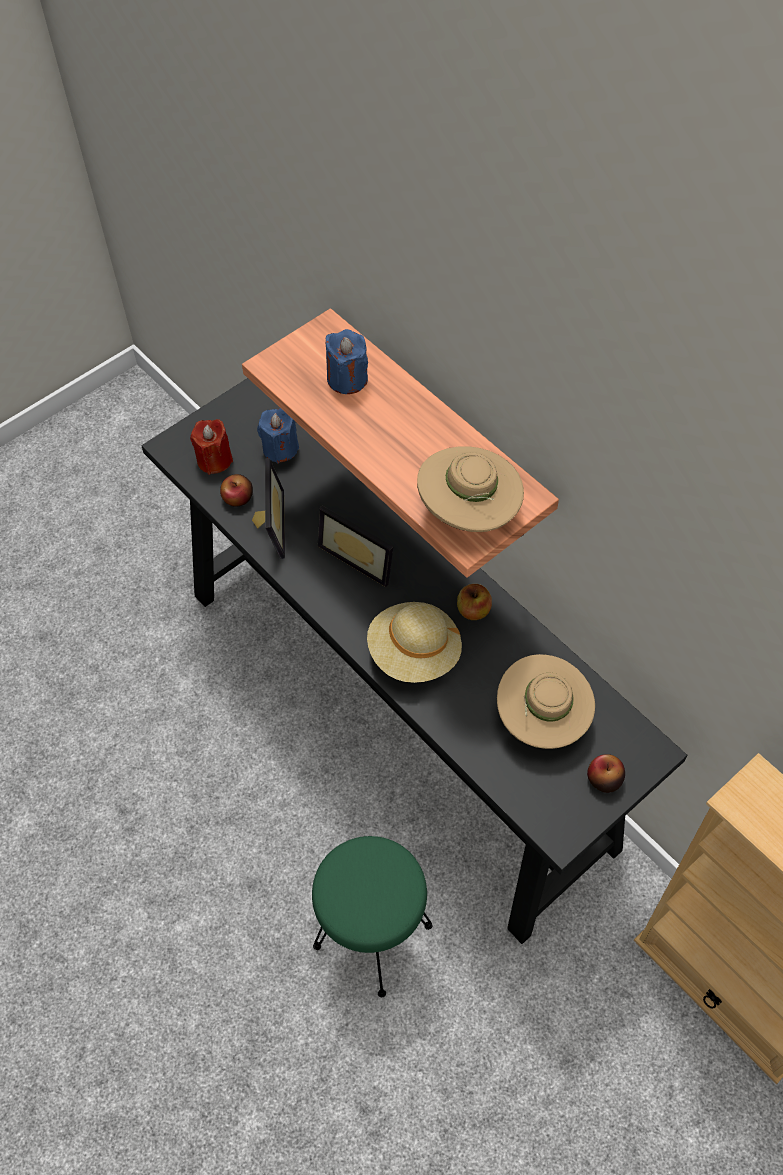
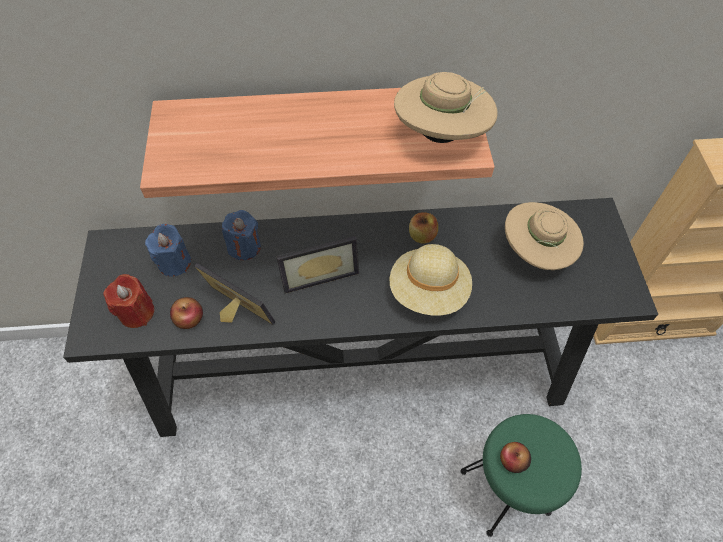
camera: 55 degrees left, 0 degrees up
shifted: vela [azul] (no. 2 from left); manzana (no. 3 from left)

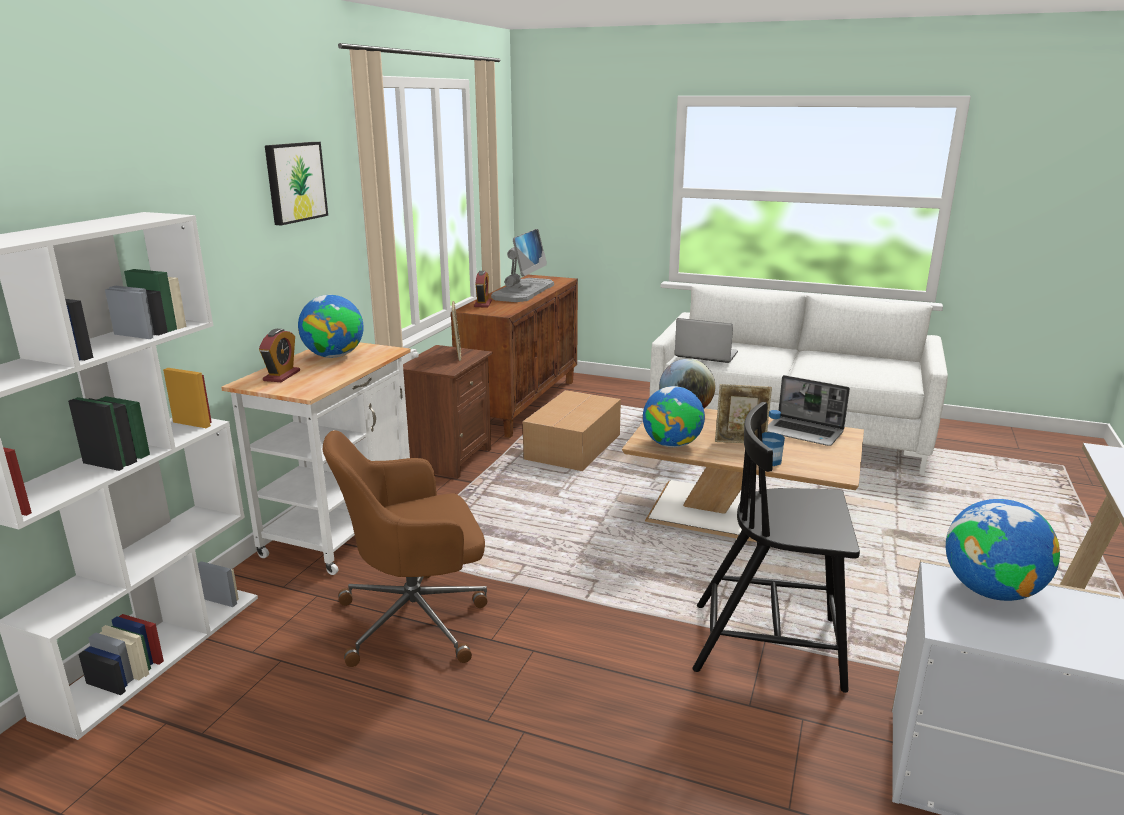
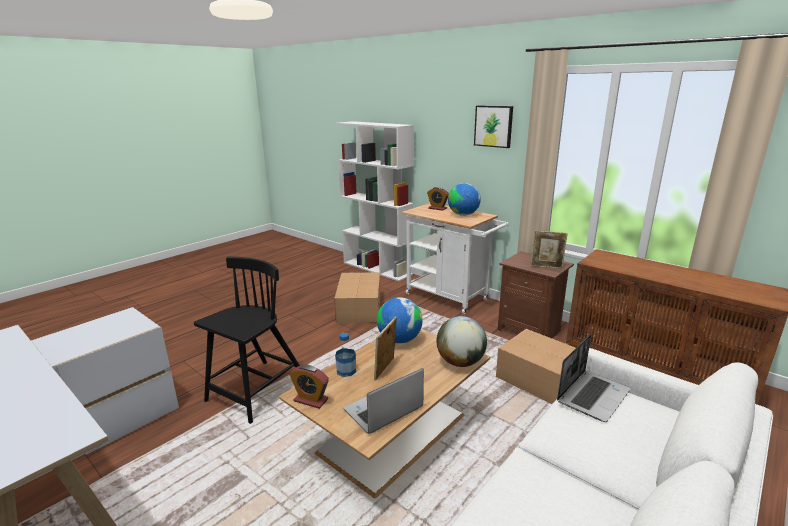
camera: 110 degrees right, 0 degrees up
gone: monitor; globo terráqueo (no. 4 from left)
shifted: despertador (no. 2 from left in the first image) to despertador (no. 1 from left)
swapped: silla de oficina [marrón] to caja de cartón (no. 1 from left)

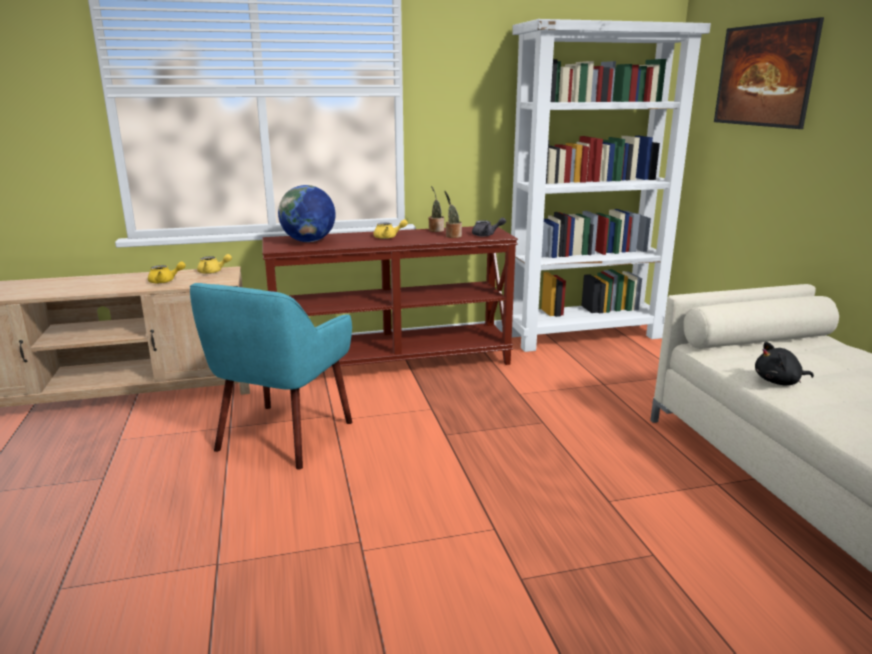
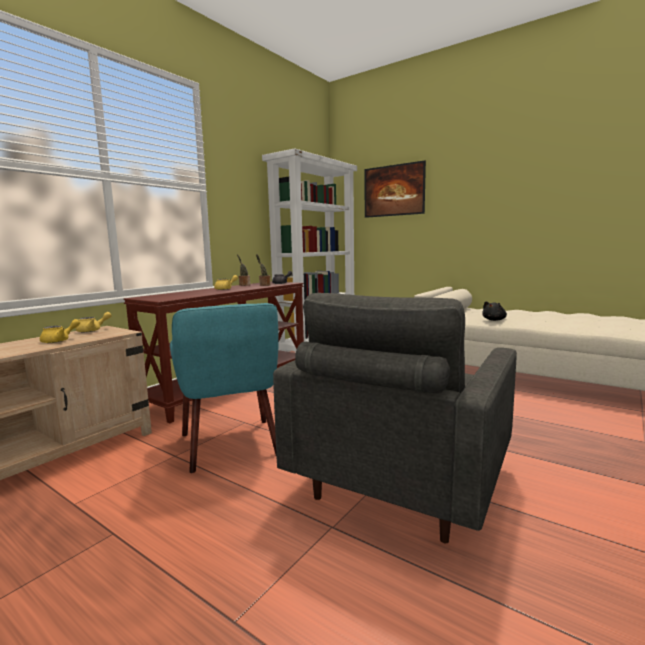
camera: 40 degrees left, 10 degrees down
gone: globo terráqueo
new: sillón [gris]

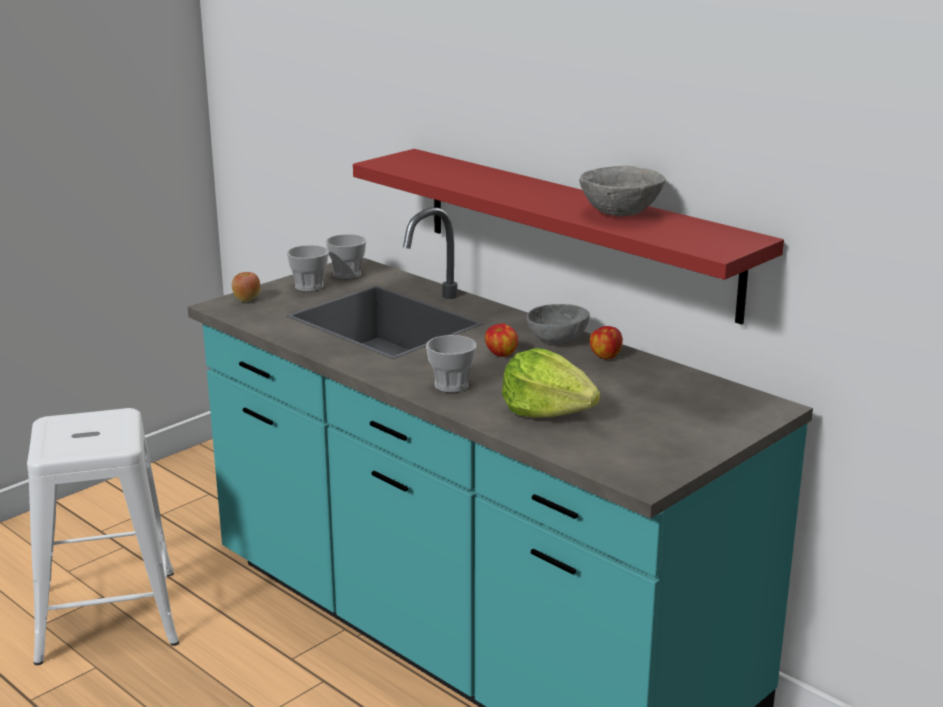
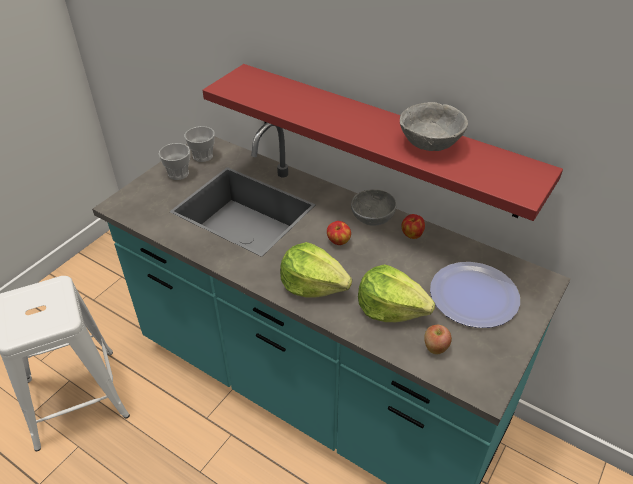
camera: 10 degrees left, 20 degrees up
new: plato
shifted: manzana (no. 1 from left in the first image) to manzana (no. 3 from left)
swapped: taza (no. 3 from left) to lechuga (no. 1 from left)

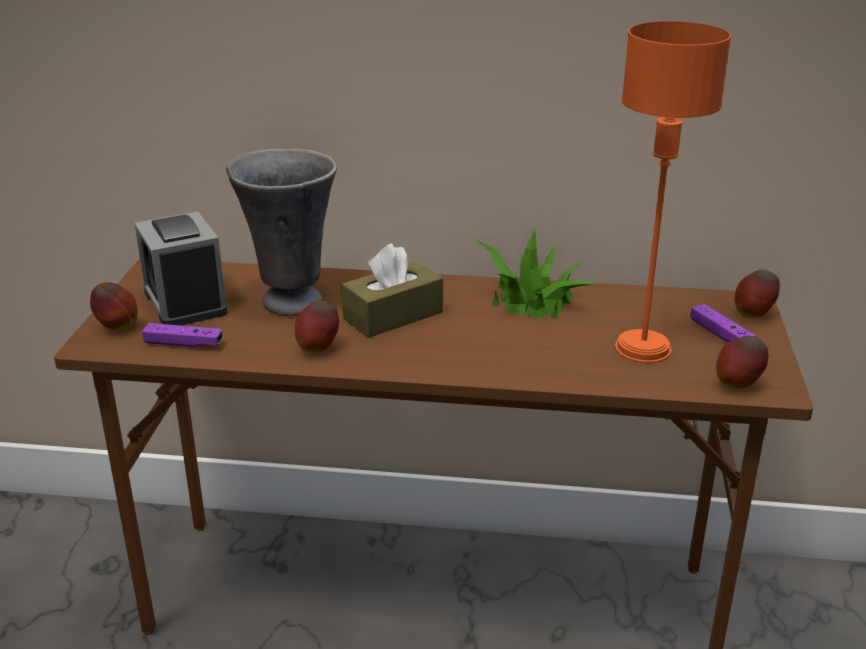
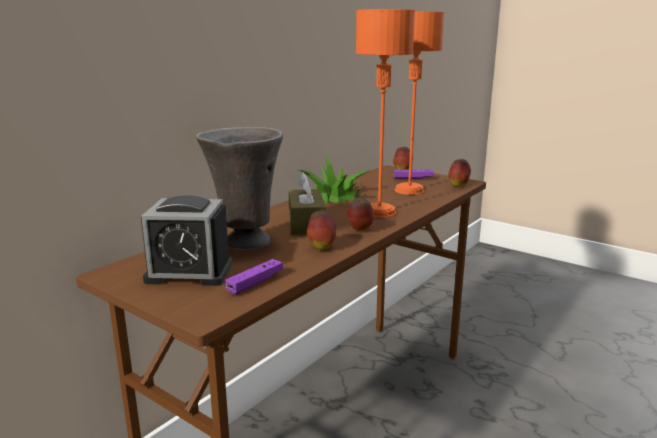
camera: 60 degrees left, 10 degrees down
new: lámpara de mesa [naranja] (no. 1 from left)
shifted: manzana (no. 1 from left in the first image) to manzana (no. 2 from left)

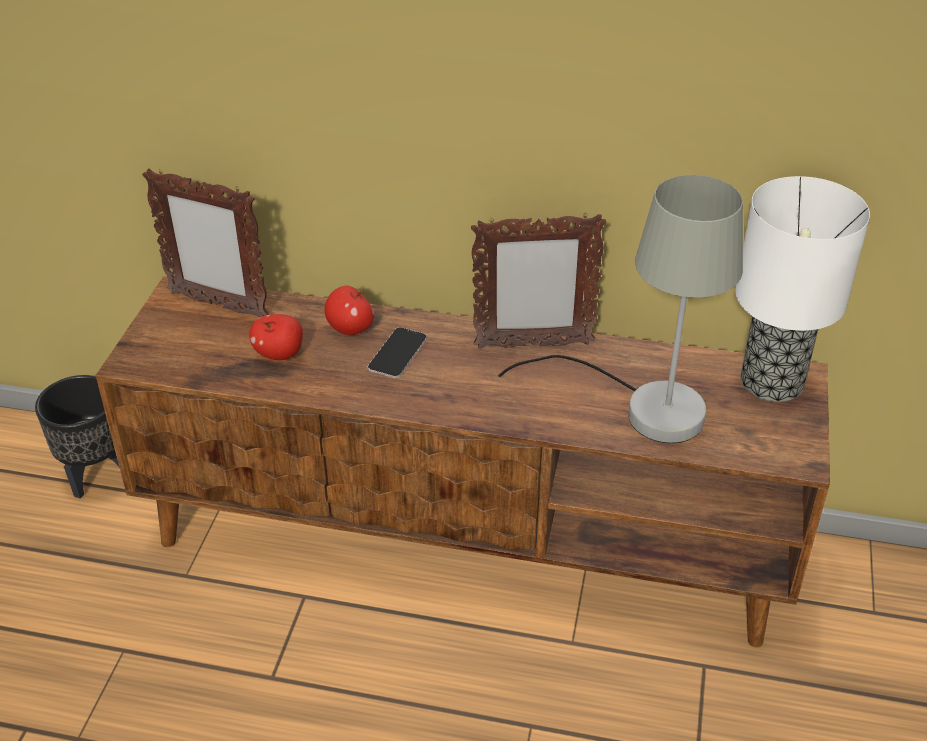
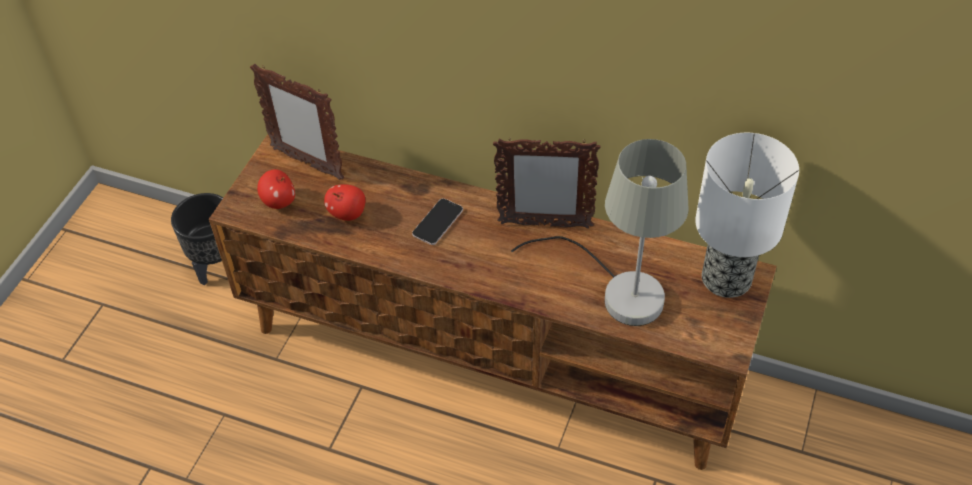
camera: 10 degrees right, 10 degrees up
shifted: manzana (no. 2 from left in the first image) to manzana (no. 1 from left)

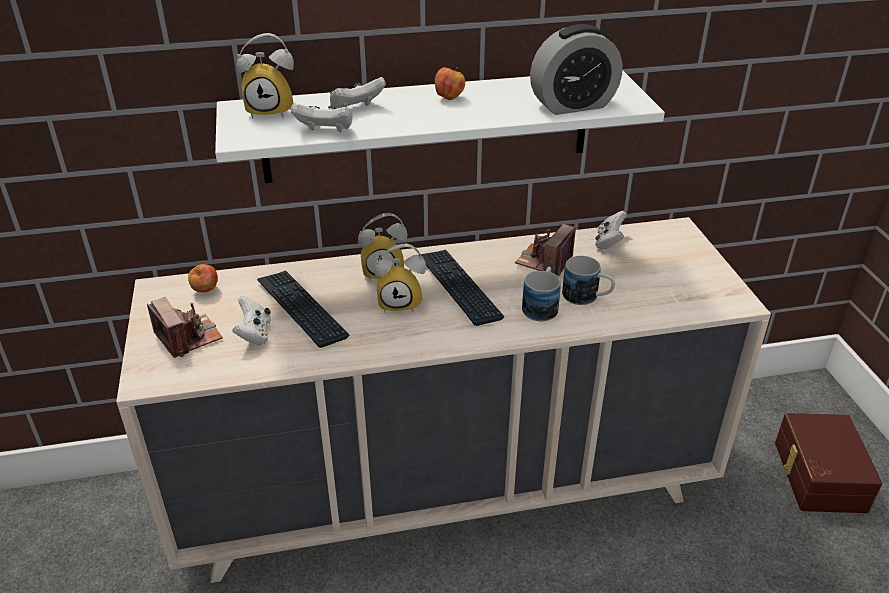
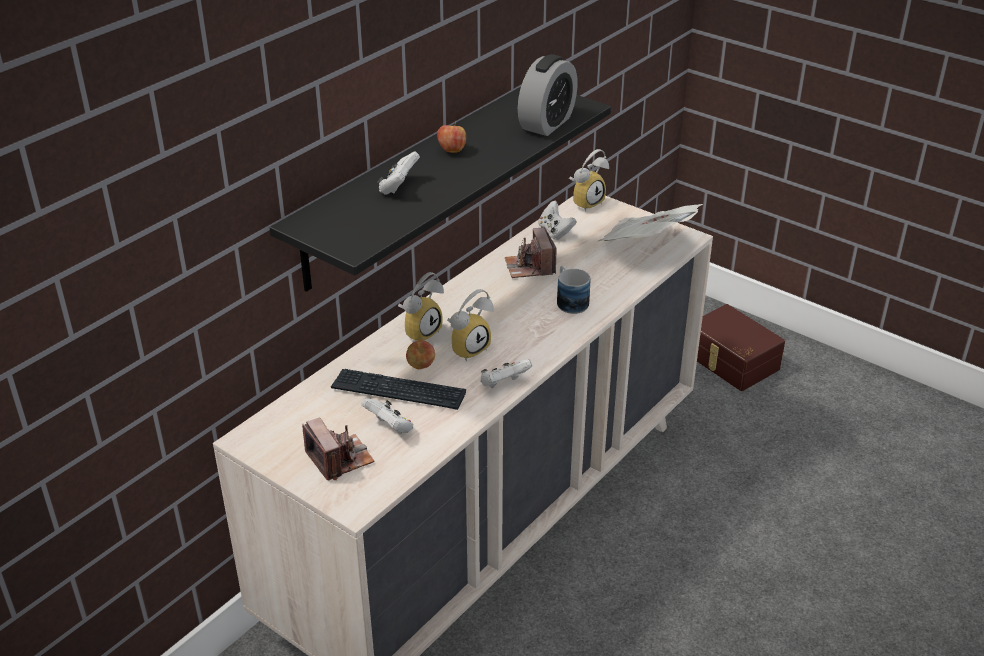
camera: 40 degrees left, 0 degrees up
gone: teclado (no. 2 from left); taza grande (no. 2 from left)
new: periódico
shifted: manzana (no. 1 from left); despertador (no. 1 from left in the first image) to despertador (no. 4 from left); mando de consola [blanco] (no. 2 from left in the first image) to mando de consola [blanco] (no. 3 from left)
repainted: estante [blanco] to estante [negro]
rotated: cámara (no. 1 from left) 45 degrees clockwise

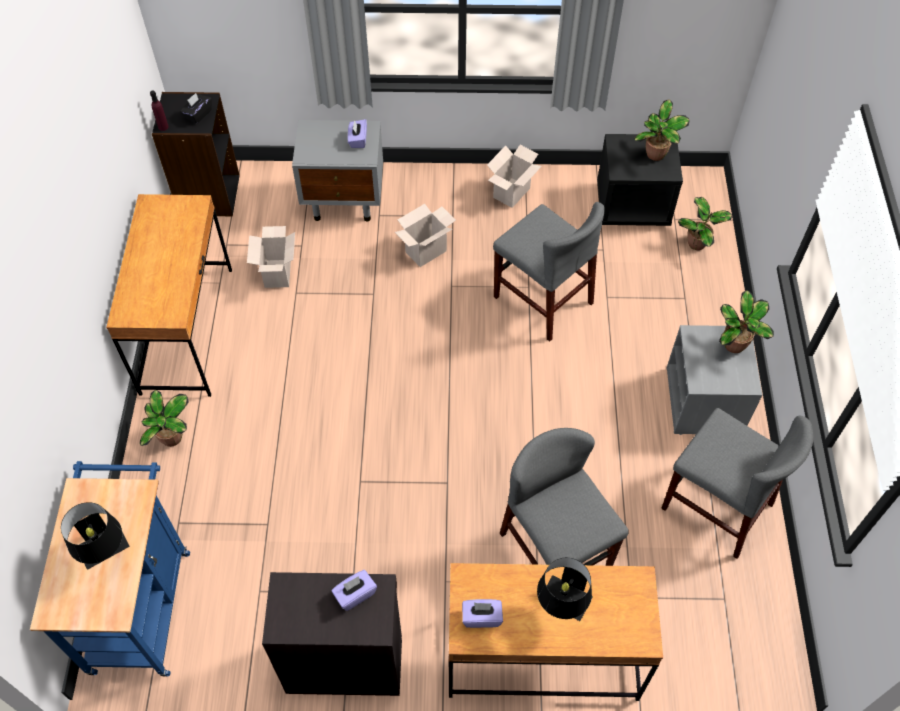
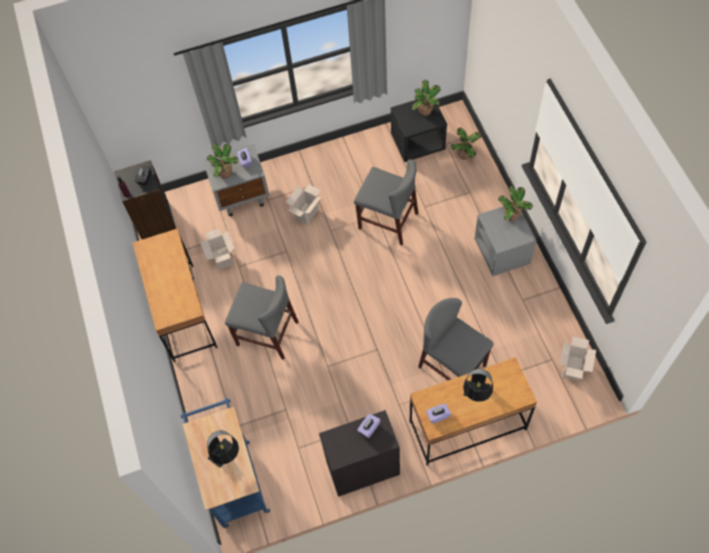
camera: 15 degrees left, 5 degrees up
shifted: planta en maceta (no. 1 from left); caja de cartón (no. 3 from left); silla [gris] (no. 3 from left in the first image) to silla [gris] (no. 1 from left)

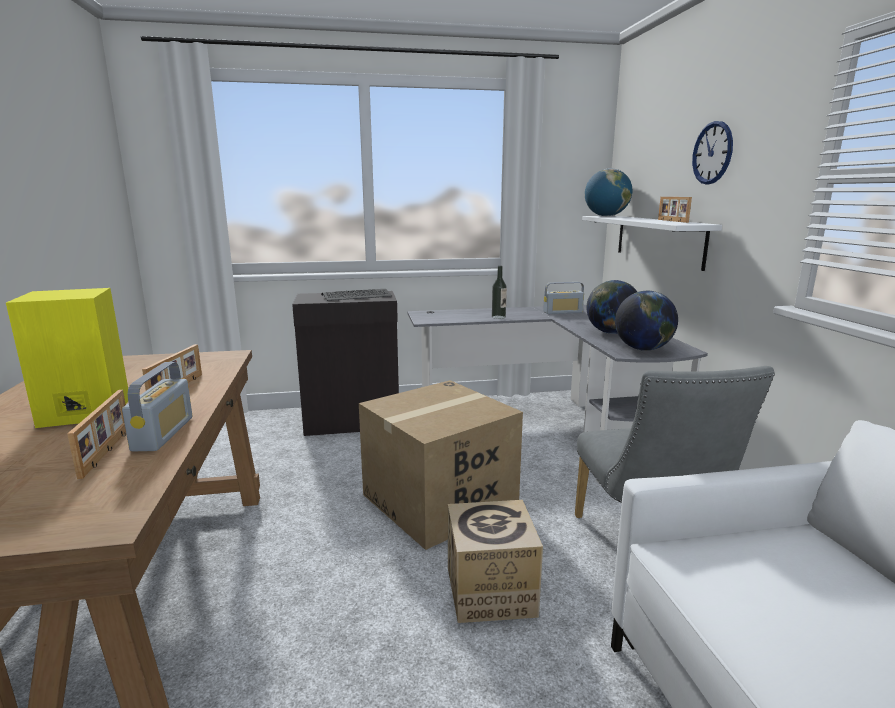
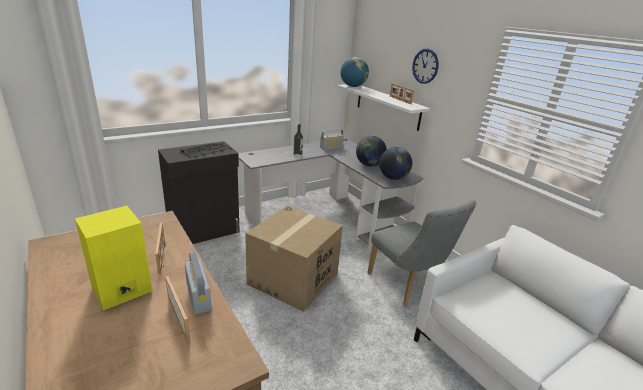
camera: 25 degrees left, 10 degrees up
gone: caja de cartón (no. 2 from left)

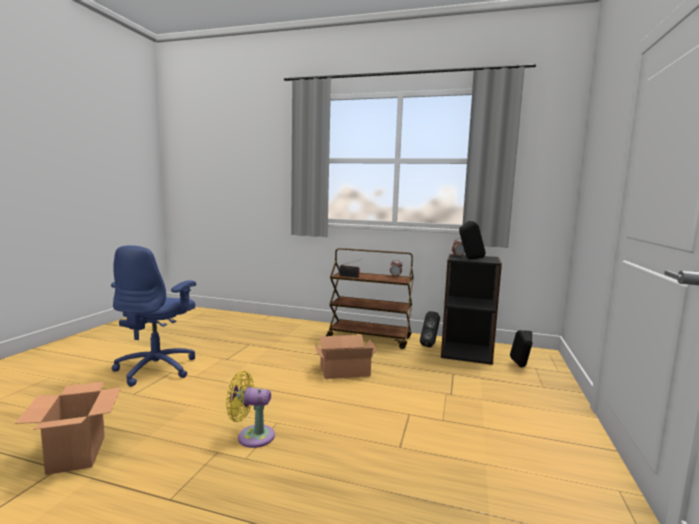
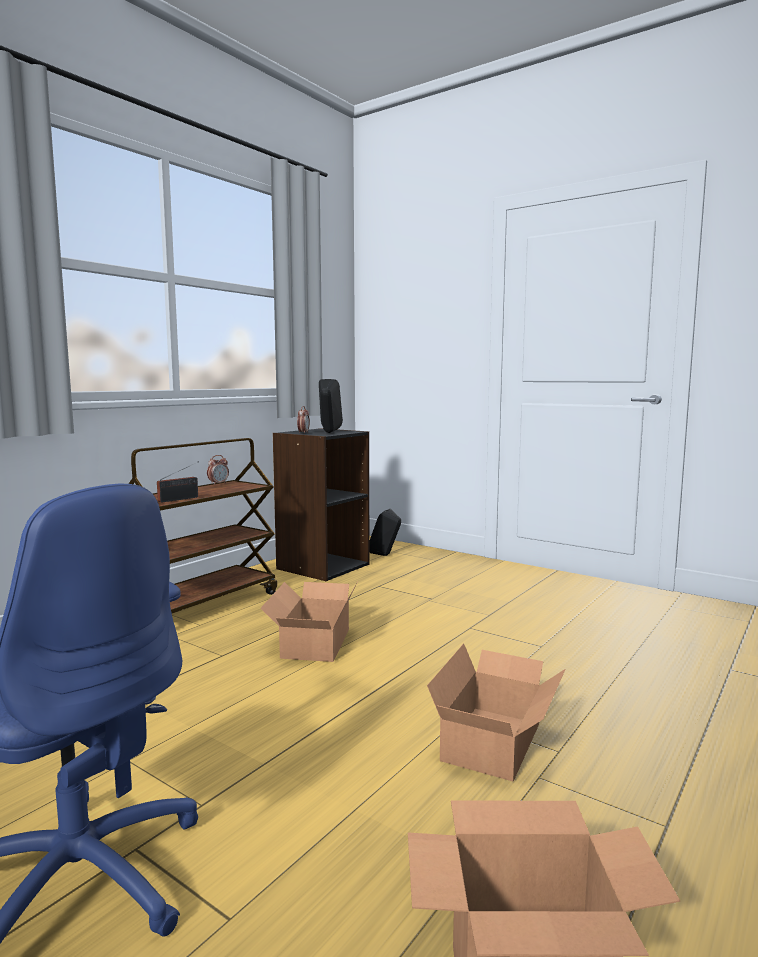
camera: 70 degrees left, 0 degrees up
gone: altavoz [negro] (no. 1 from left)
swapped: ventilador [amarillo] to caja de cartón (no. 2 from left)

